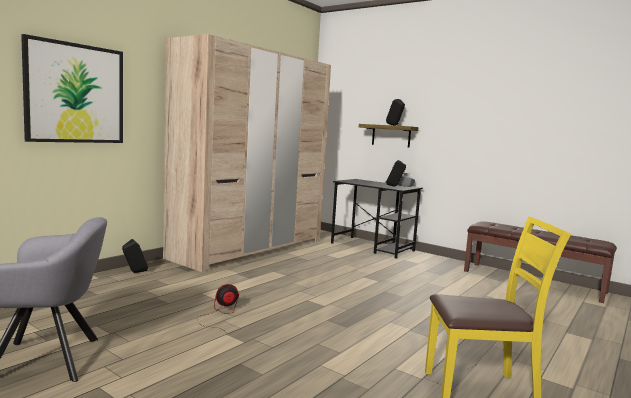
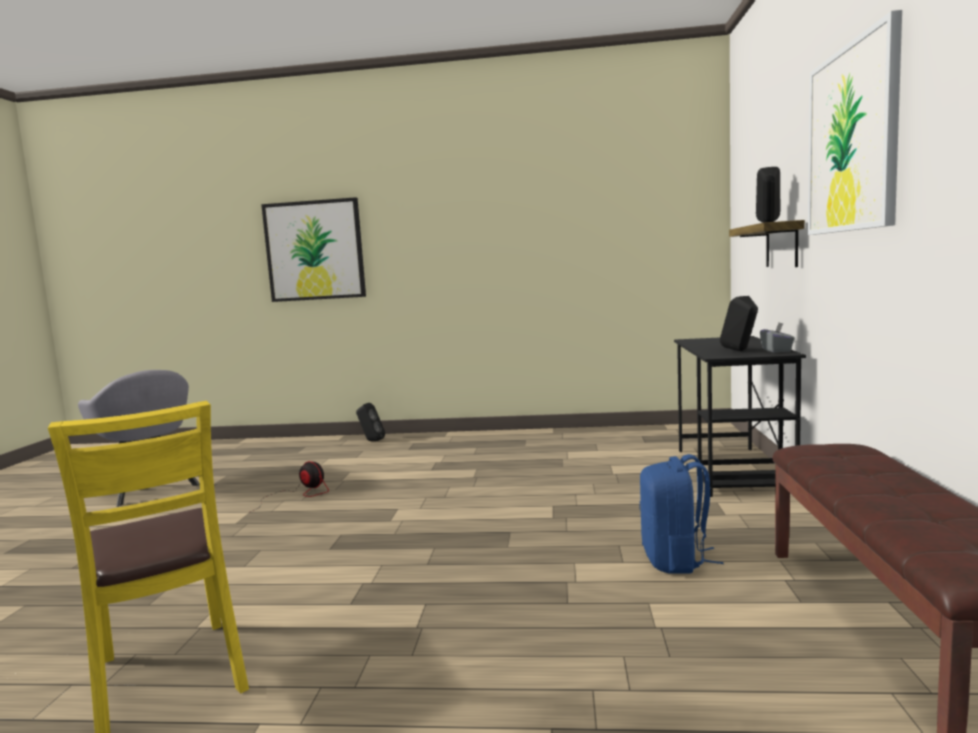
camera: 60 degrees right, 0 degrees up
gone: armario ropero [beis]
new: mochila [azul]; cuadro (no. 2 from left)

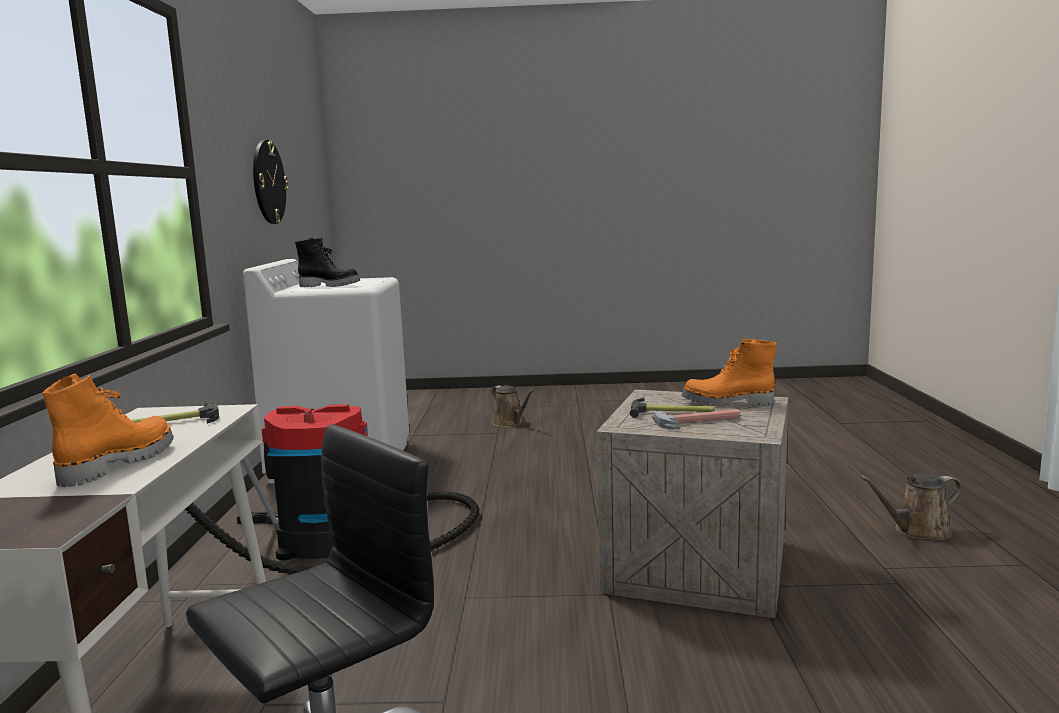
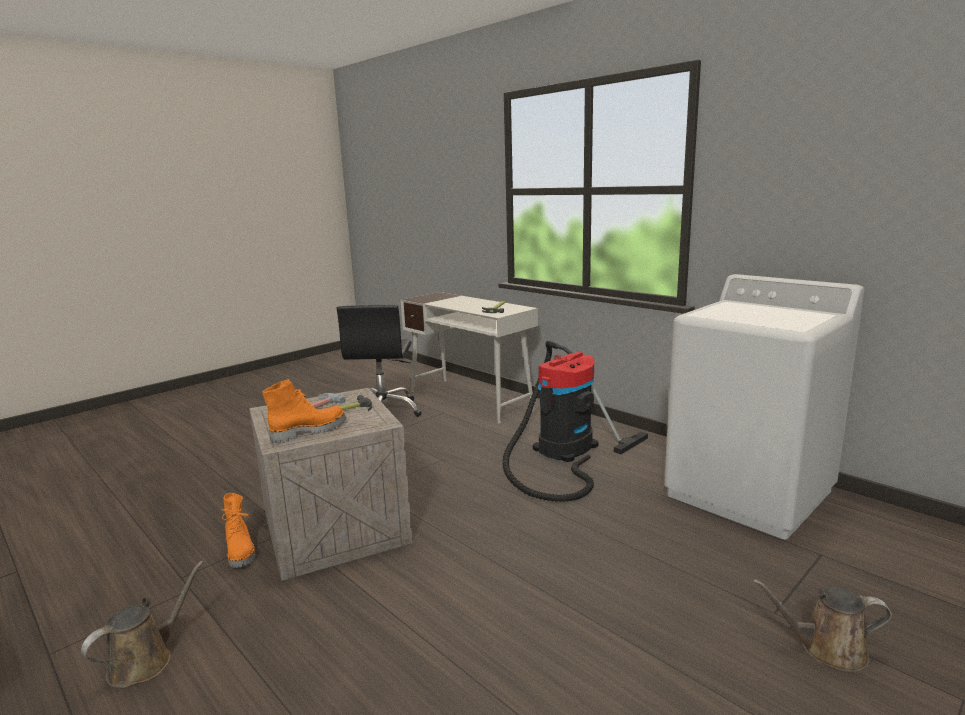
camera: 135 degrees right, 5 degrees up
gone: reloj de pared; bota [negro]
shifted: bota [naranja] (no. 1 from left)

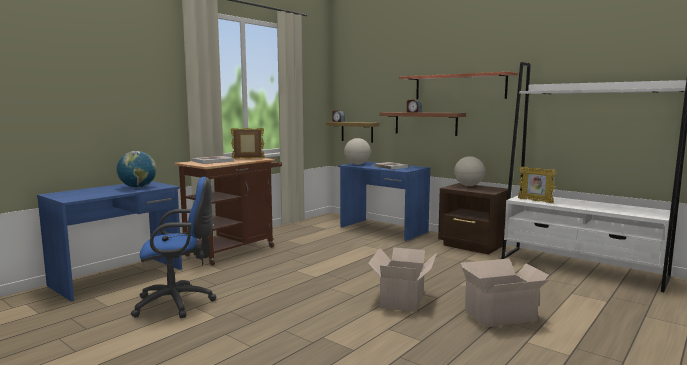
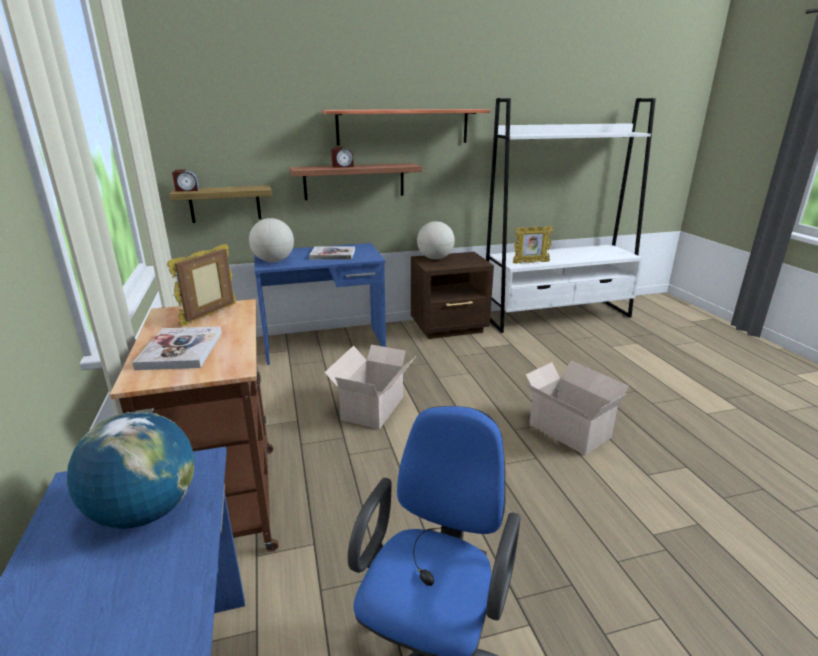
camera: 55 degrees left, 15 degrees up
shifted: caja de cartón (no. 2 from left in the first image) to caja de cartón (no. 1 from left)

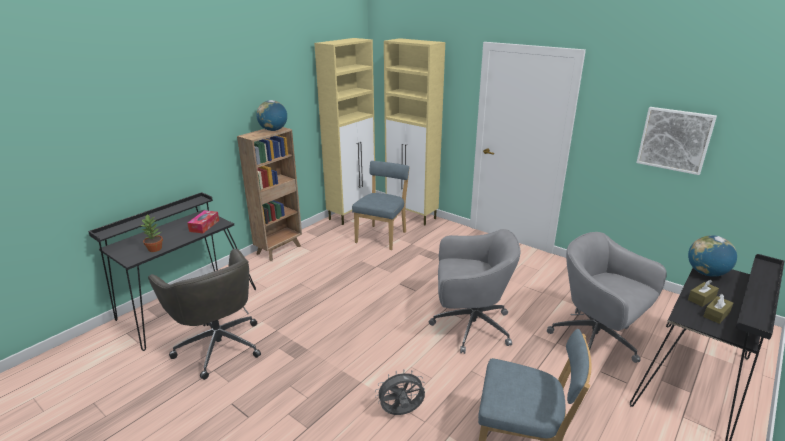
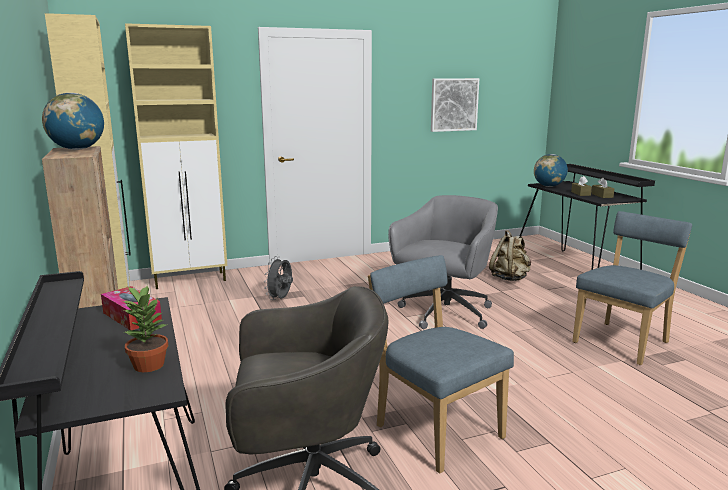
camera: 60 degrees left, 10 degrees down
shifted: silla [azul] (no. 1 from left); ventilador [gris]
swapped: silla de oficina [gris] (no. 3 from left) to mochila [beis]

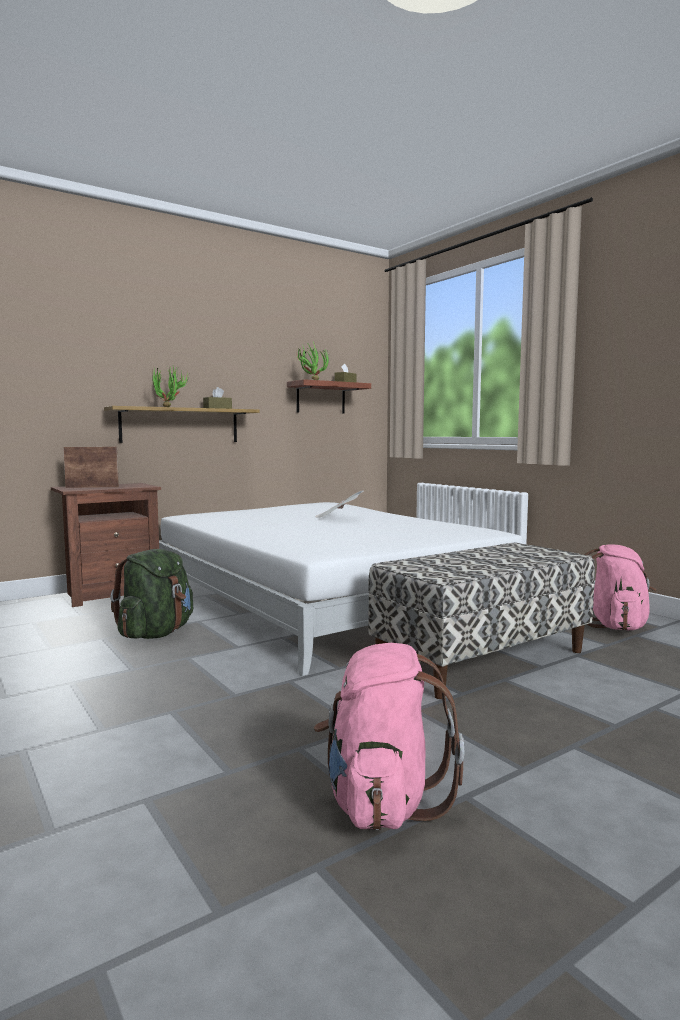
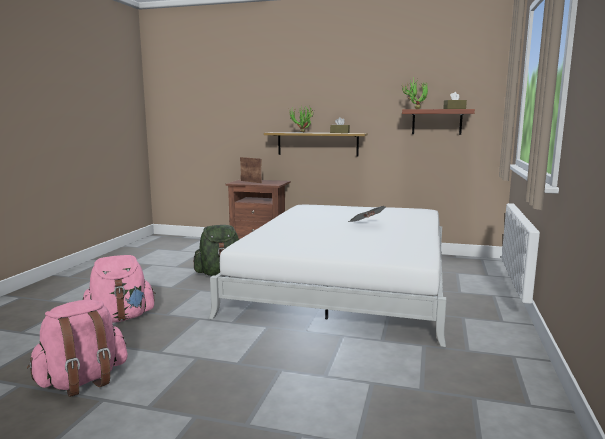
camera: 50 degrees right, 5 degrees up
gone: banco
shifted: mochila [rosa] (no. 2 from left)

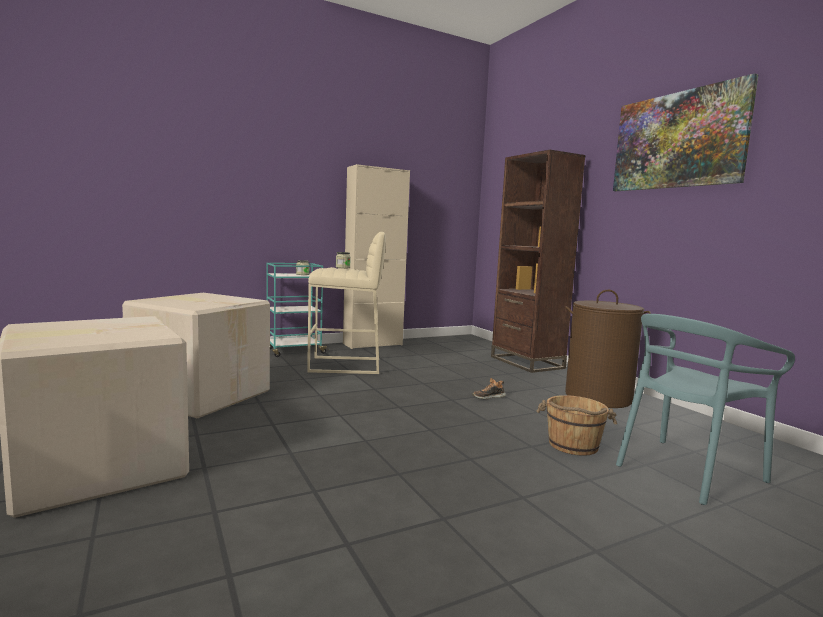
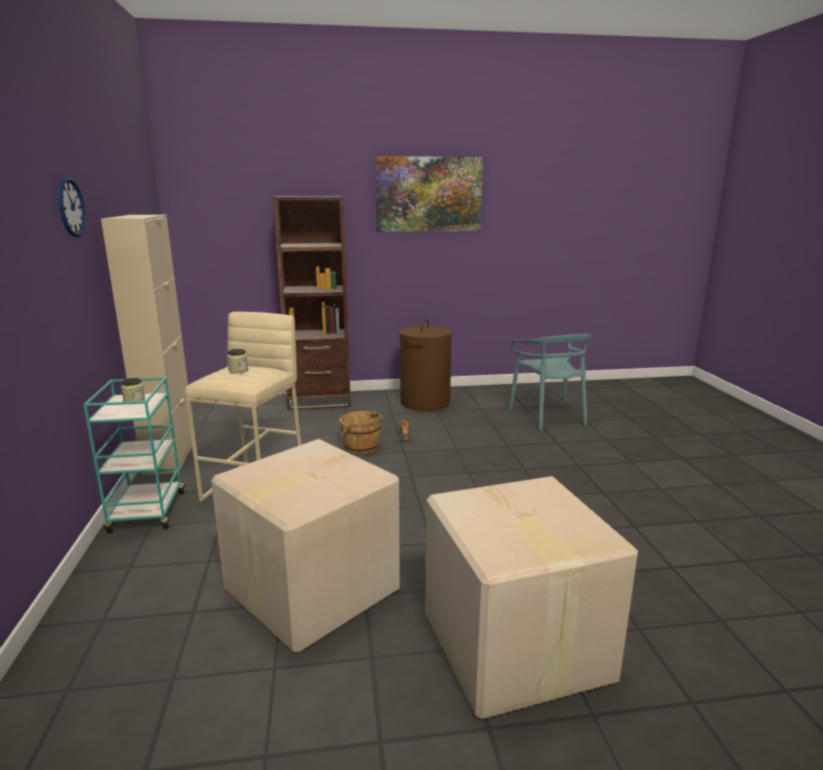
camera: 70 degrees left, 10 degrees up
new: reloj de pared
shifted: cubo [marrón]

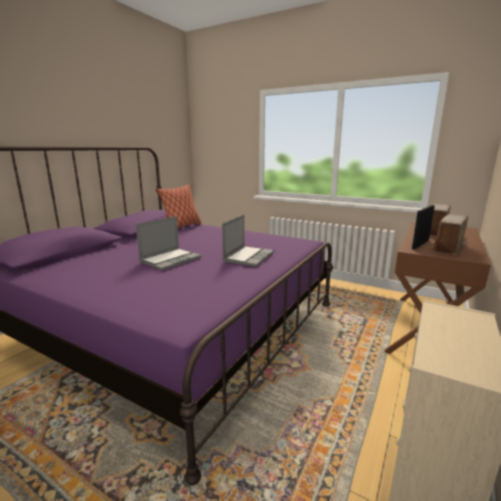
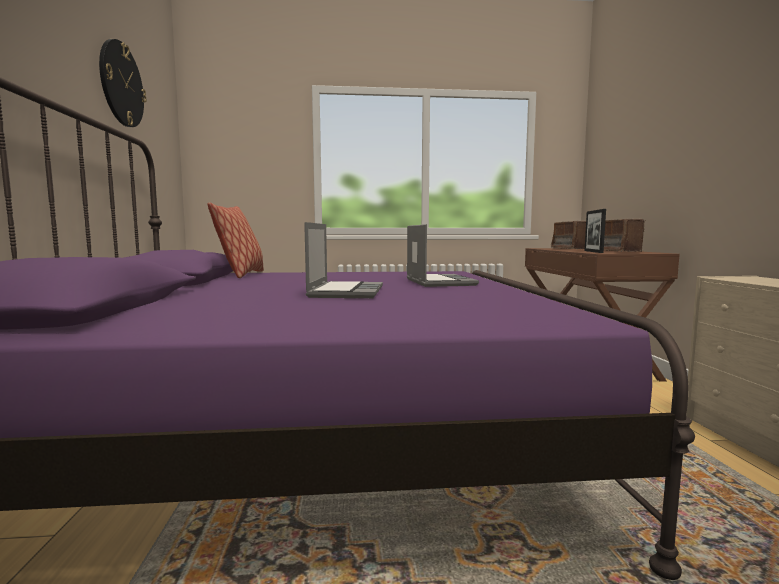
camera: 35 degrees left, 10 degrees down
new: reloj de pared

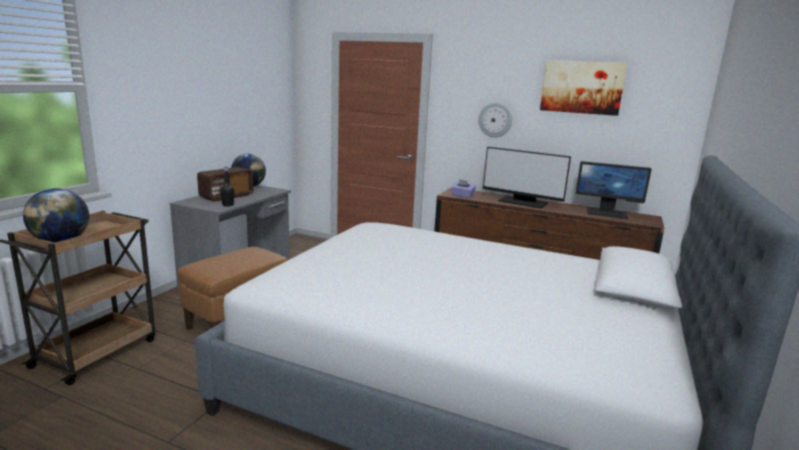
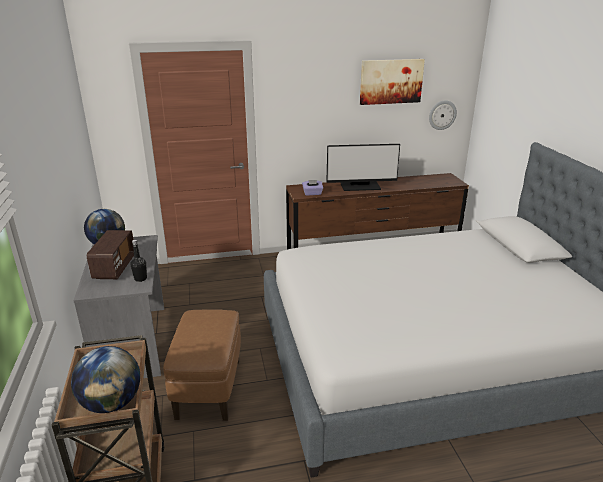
camera: 35 degrees left, 10 degrees up
gone: monitor (no. 2 from left)
shifted: reloj de pared

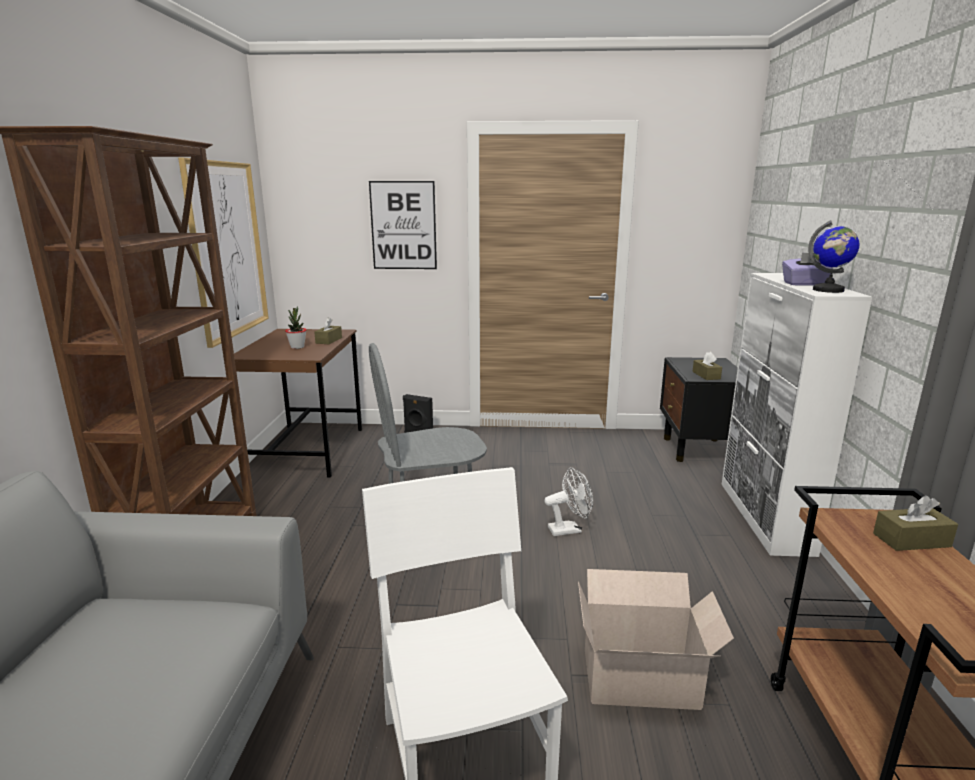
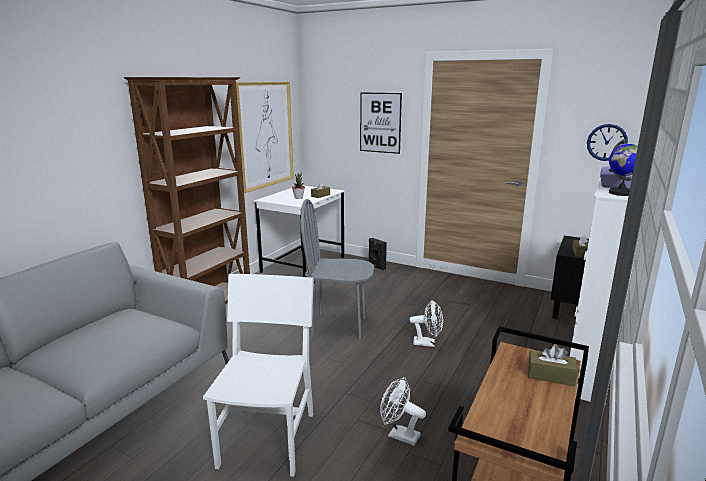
camera: 25 degrees right, 0 degrees up
new: reloj de pared
swapped: caja de cartón to ventilador [blanco] (no. 1 from left)
repainted: escritorio [marrón] to escritorio [blanco]

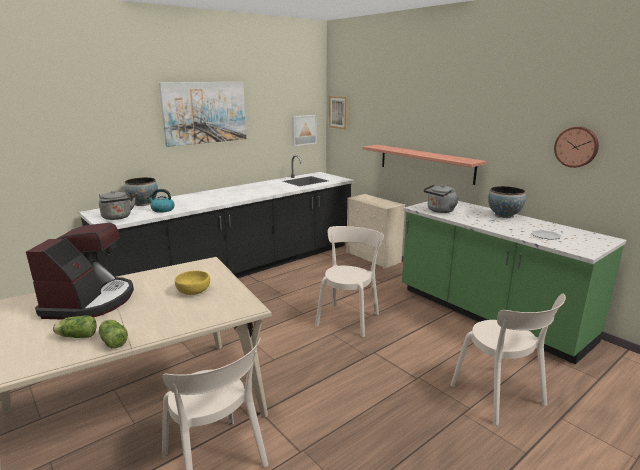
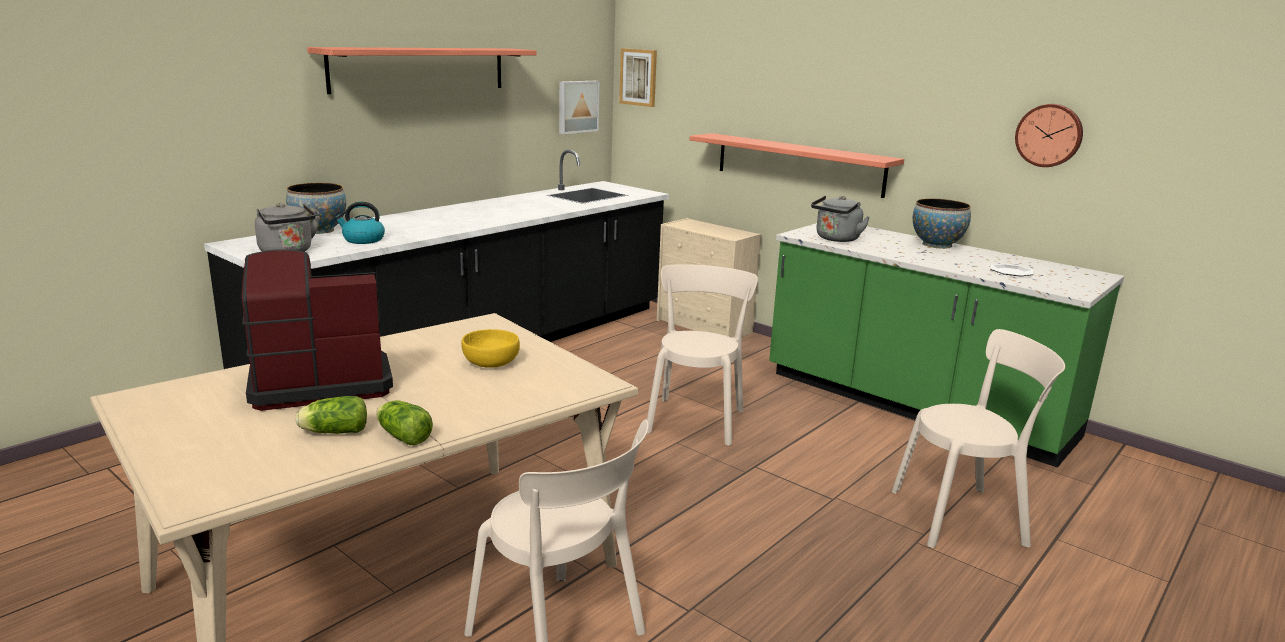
camera: 10 degrees left, 0 degrees up
swapped: cuadro (no. 1 from left) to estante (no. 1 from left)
rotated: cafetera 105 degrees counterclockwise; silla [beis] (no. 3 from left) 60 degrees counterclockwise

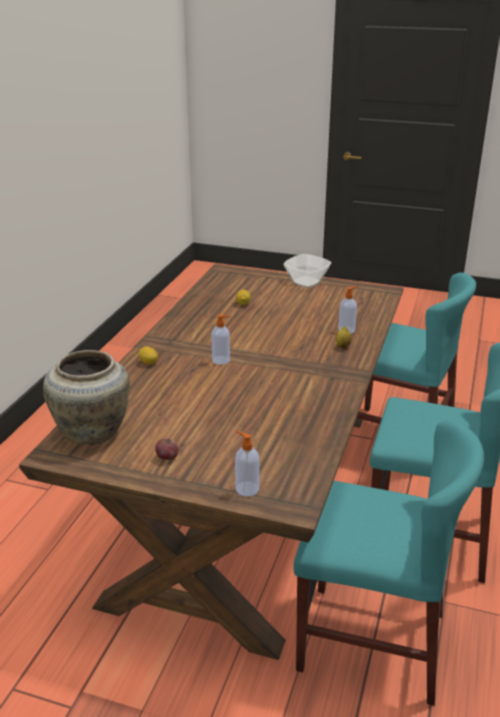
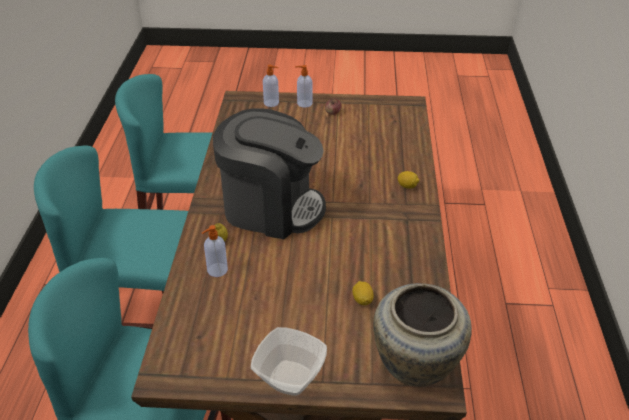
camera: 165 degrees right, 10 degrees up
new: cafetera
shifted: florero [beis]; dispensador de jabón (no. 1 from left in the first image) to dispensador de jabón (no. 3 from left)

